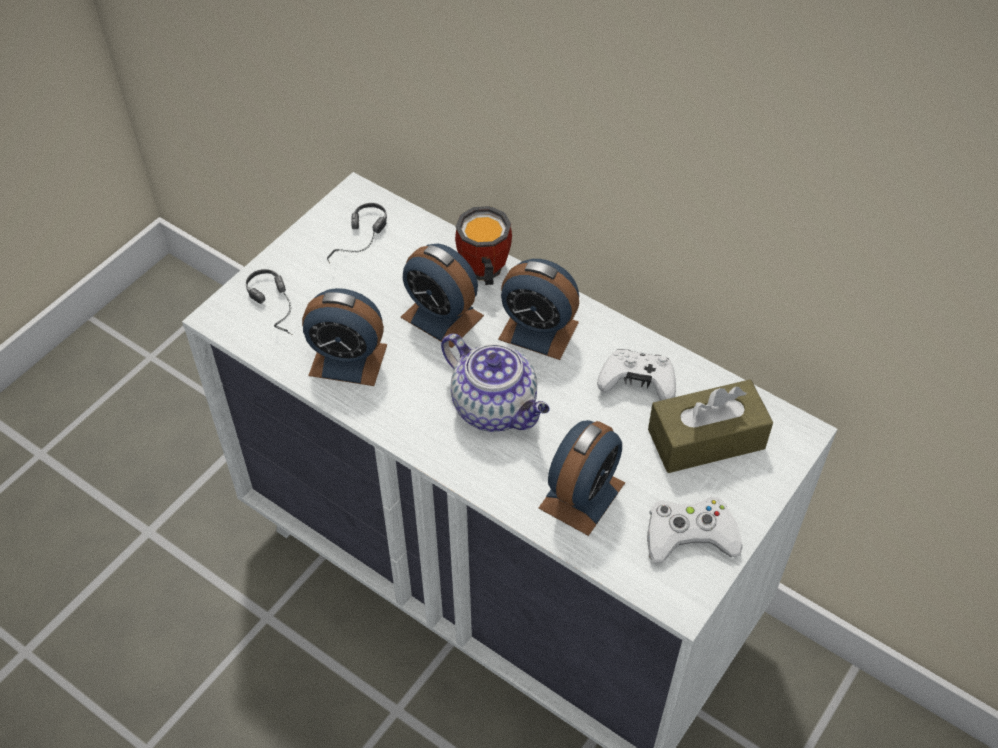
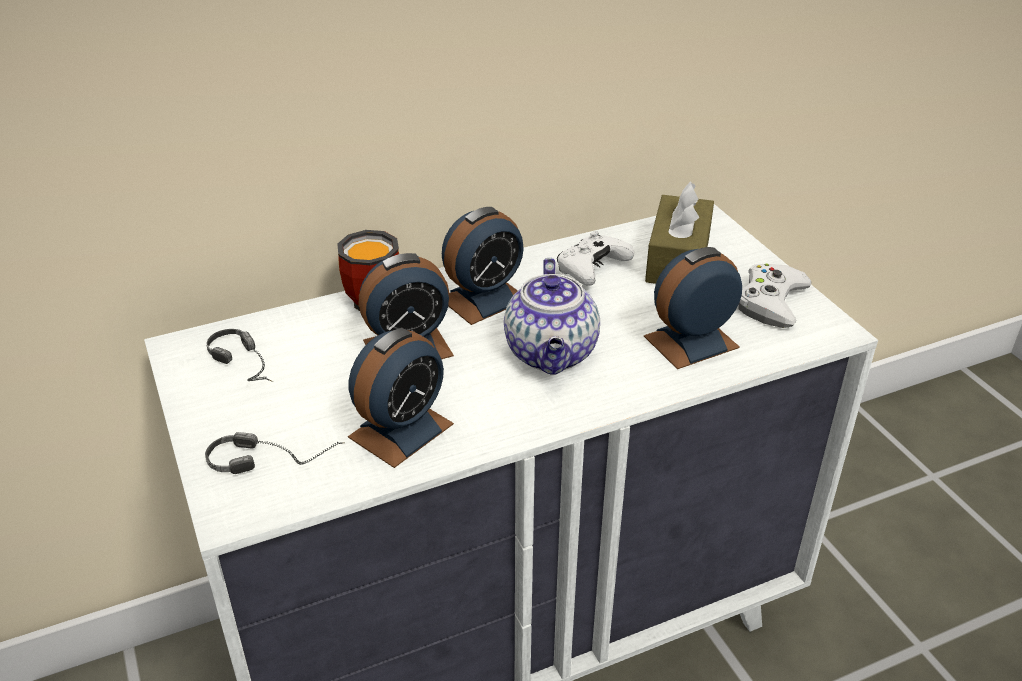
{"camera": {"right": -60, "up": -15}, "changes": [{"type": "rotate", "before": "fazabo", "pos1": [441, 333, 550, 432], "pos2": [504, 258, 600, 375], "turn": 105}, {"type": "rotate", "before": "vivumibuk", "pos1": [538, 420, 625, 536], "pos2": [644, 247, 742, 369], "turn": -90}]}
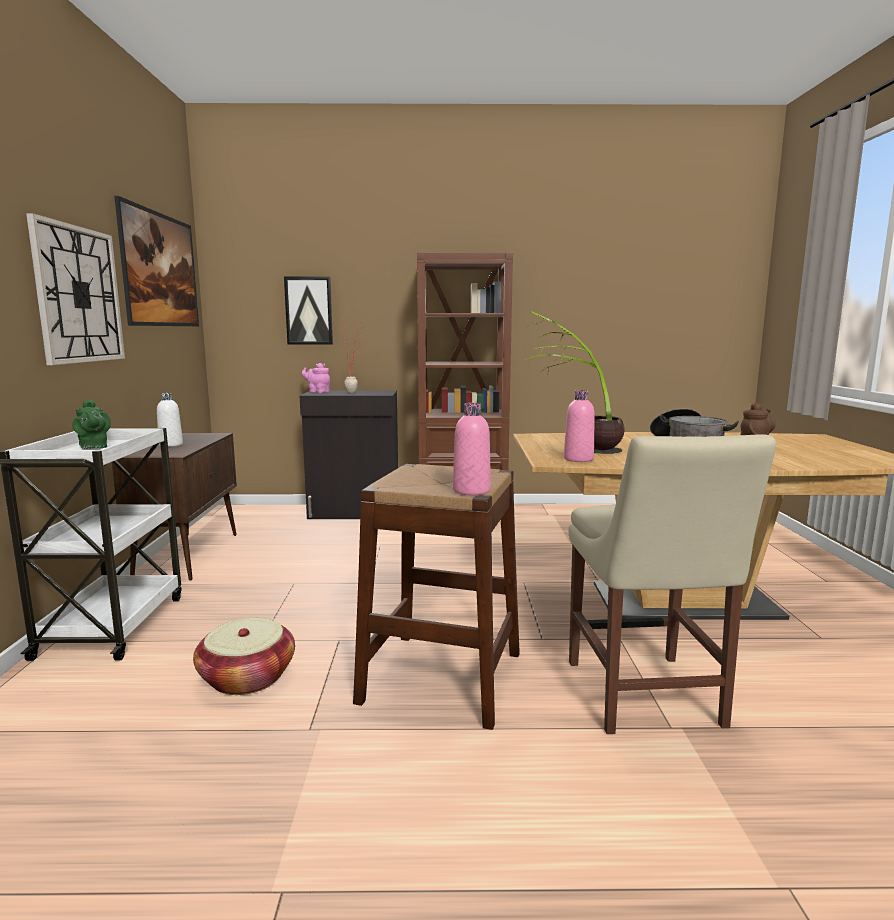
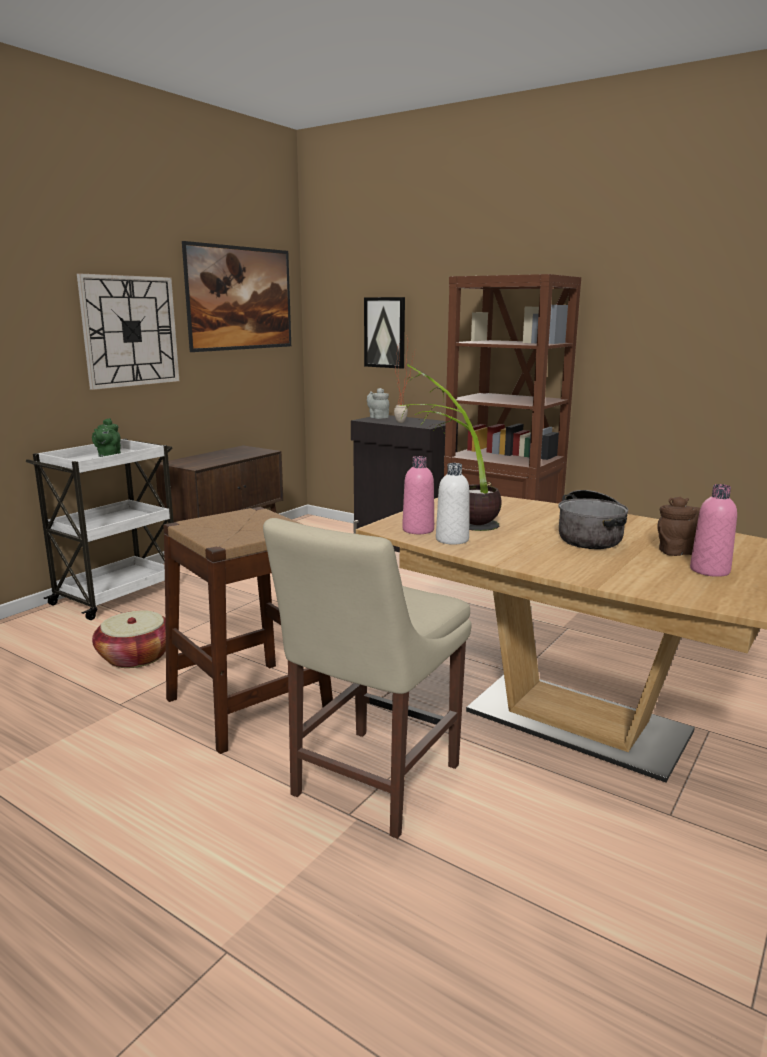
{"camera": {"right": 35, "up": 5}, "changes": [{"type": "move", "before": "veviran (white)", "pos1": [157, 393, 183, 447], "pos2": [436, 463, 469, 545]}, {"type": "recolor", "before": "fazabo (pink)", "after": "fazabo (grey)", "pos1": [302, 363, 330, 393], "pos2": [367, 388, 389, 419]}, {"type": "move", "before": "veviran (pink)", "pos1": [453, 403, 491, 495], "pos2": [690, 484, 737, 577]}]}
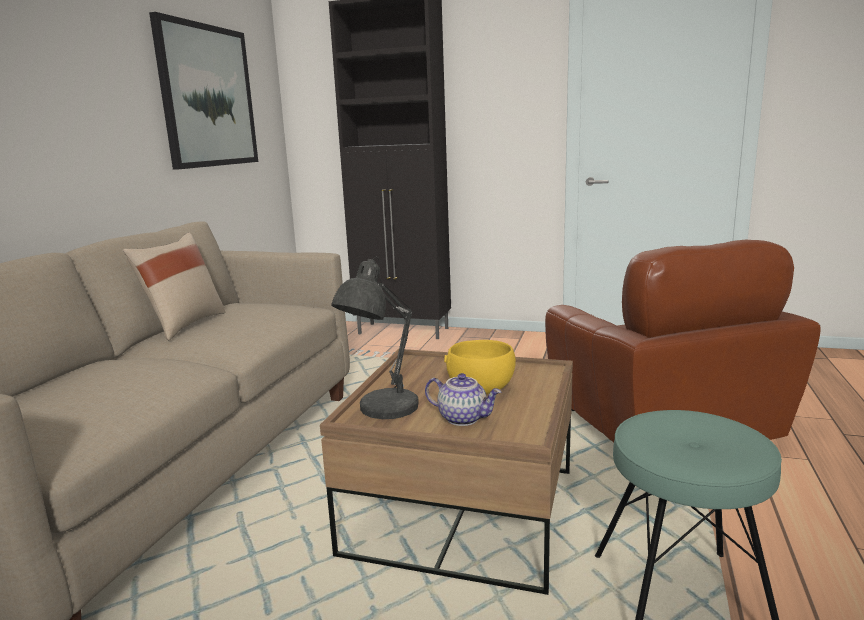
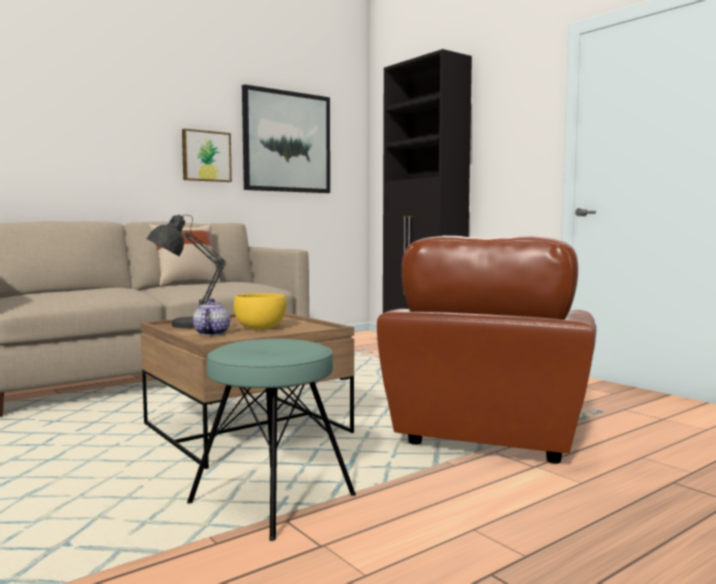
{"camera": {"right": 35, "up": -10}, "changes": [{"type": "rotate", "before": "fazabo", "pos1": [425, 373, 501, 426], "pos2": [193, 298, 230, 336], "turn": -150}, {"type": "insert", "after": "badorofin", "pos2": [182, 129, 232, 182]}]}
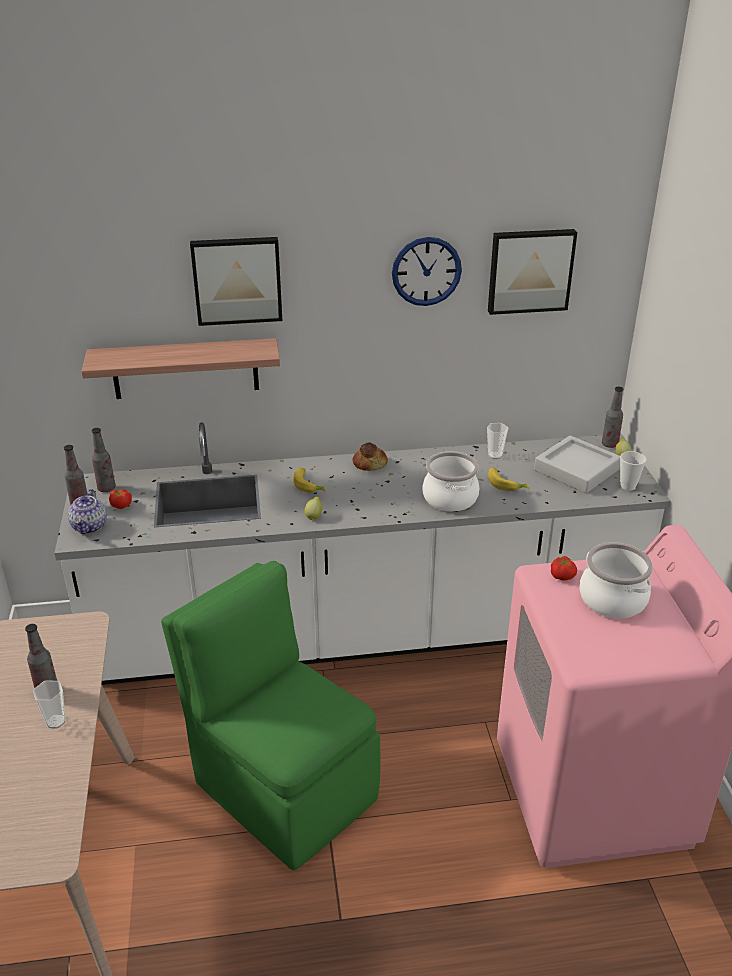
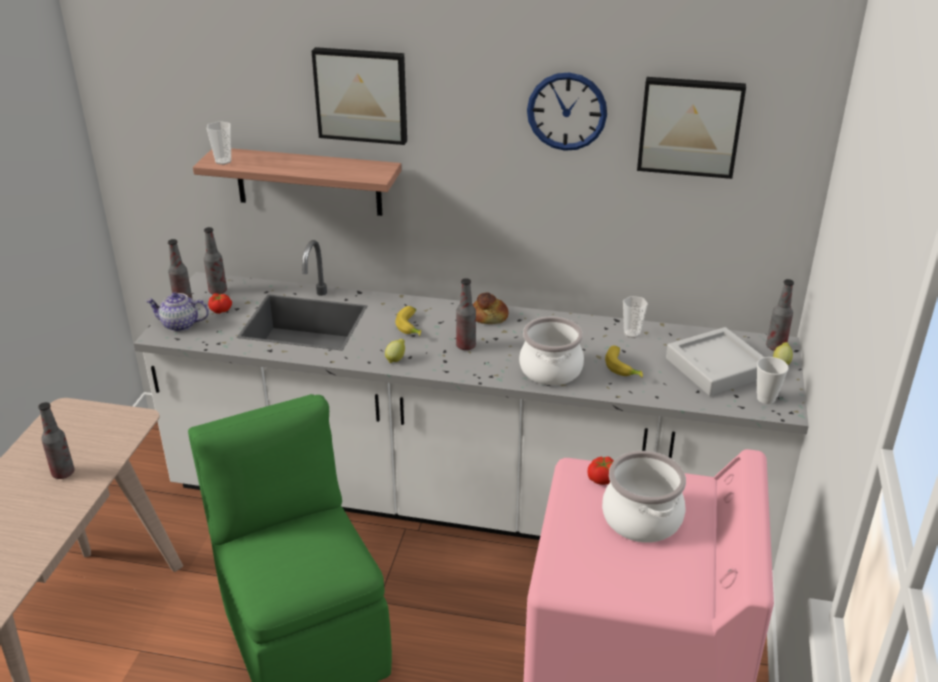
{"camera": {"right": 20, "up": 0}, "changes": [{"type": "move", "before": "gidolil", "pos1": [33, 680, 66, 729], "pos2": [207, 121, 231, 165]}, {"type": "rotate", "before": "fazabo", "pos1": [68, 489, 107, 534], "pos2": [146, 292, 209, 332], "turn": 75}, {"type": "insert", "after": "veviran", "pos2": [456, 278, 476, 350]}]}
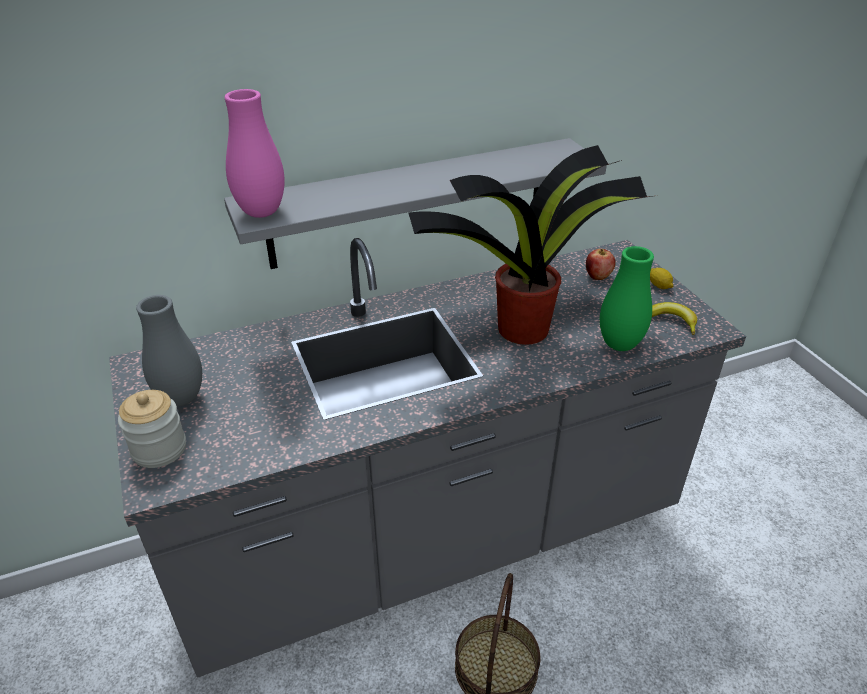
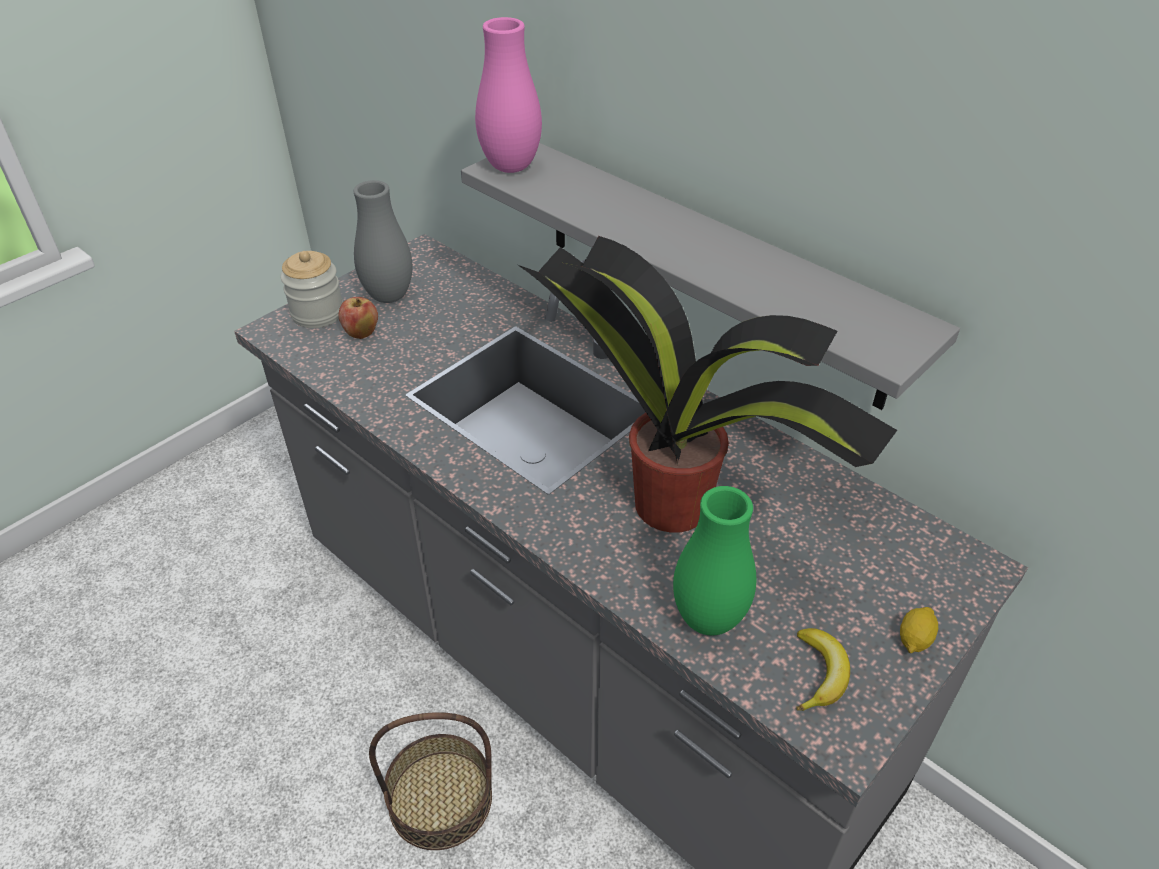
{"camera": {"right": 65, "up": 5}, "changes": [{"type": "move", "before": "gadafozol", "pos1": [586, 249, 616, 280], "pos2": [339, 297, 378, 339]}]}
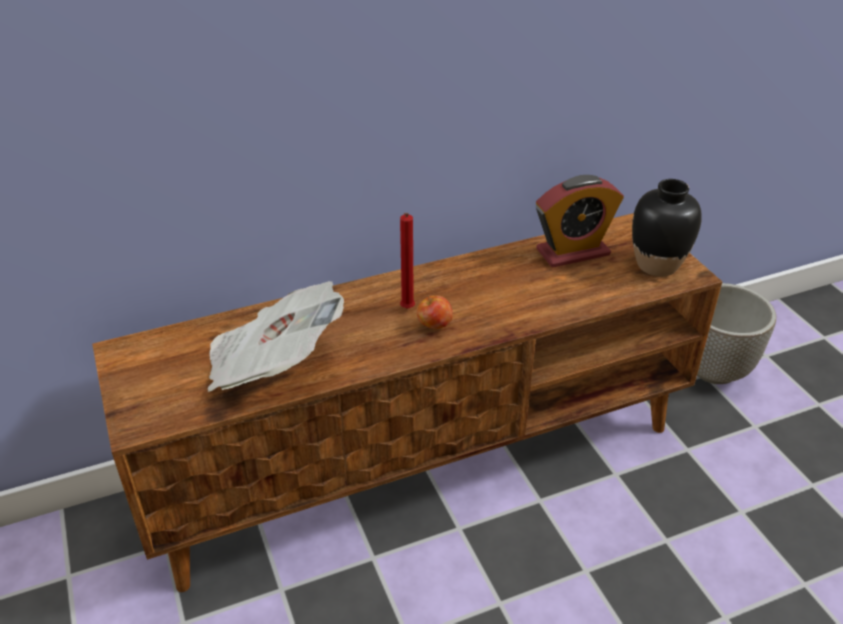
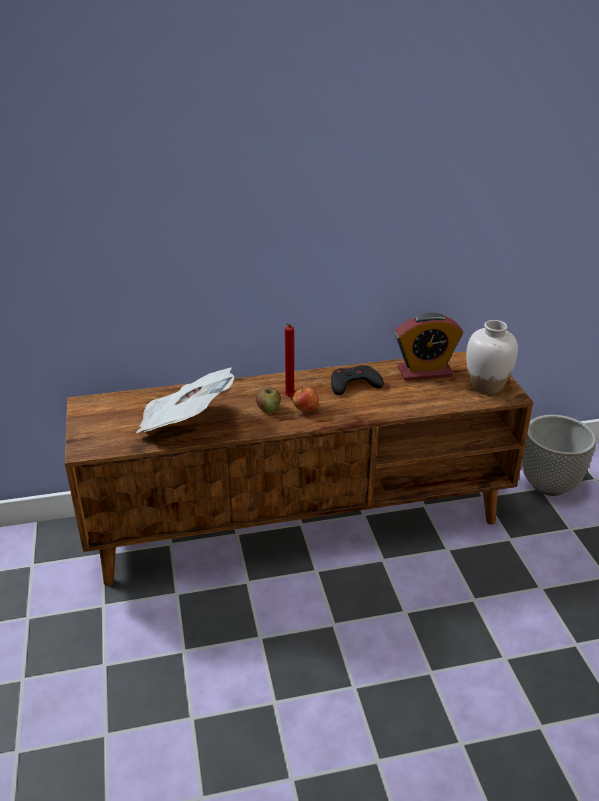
{"camera": {"right": 10, "up": -5}, "changes": [{"type": "recolor", "before": "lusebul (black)", "after": "lusebul (white)", "pos1": [632, 179, 702, 277], "pos2": [466, 320, 518, 394]}, {"type": "insert", "after": "gadafozol", "pos2": [256, 387, 281, 413]}, {"type": "insert", "after": "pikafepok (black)", "pos2": [331, 365, 384, 395]}]}
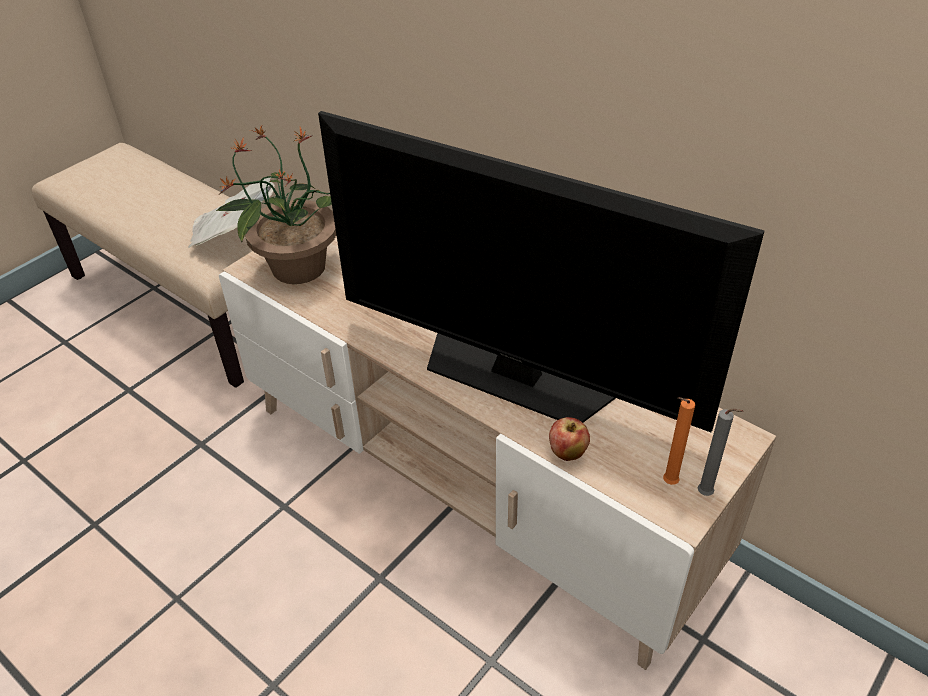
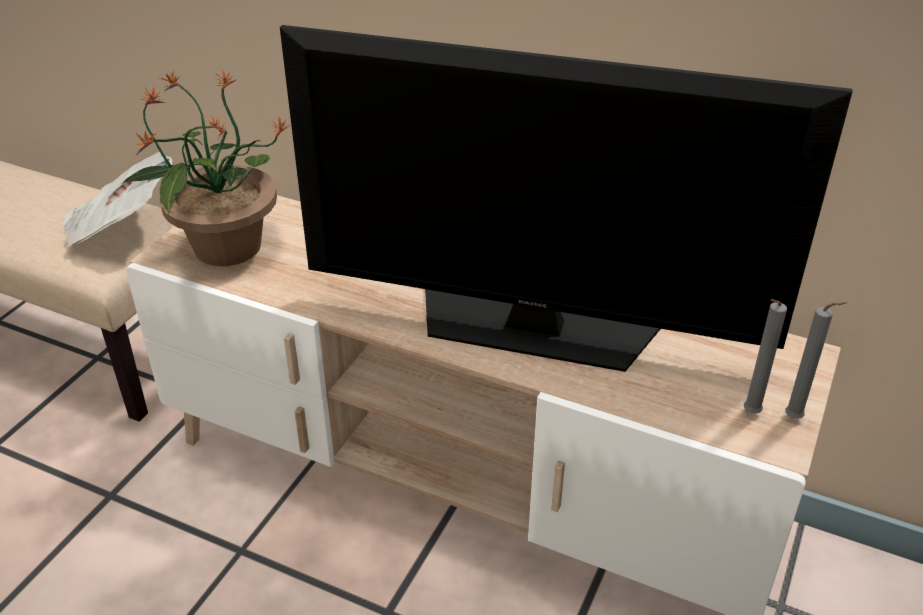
{"camera": {"right": -15, "up": -5}, "changes": [{"type": "delete", "before": "gadafozol", "pos1": [549, 417, 590, 461]}, {"type": "recolor", "before": "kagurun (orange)", "after": "kagurun (grey)", "pos1": [663, 397, 695, 485], "pos2": [744, 299, 787, 414]}]}
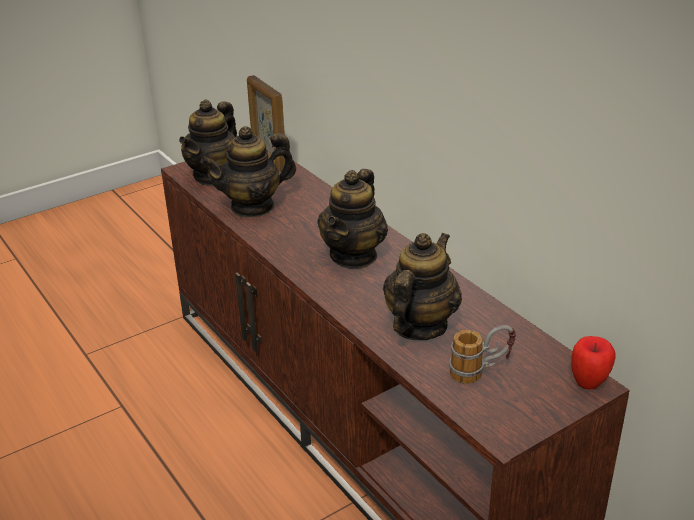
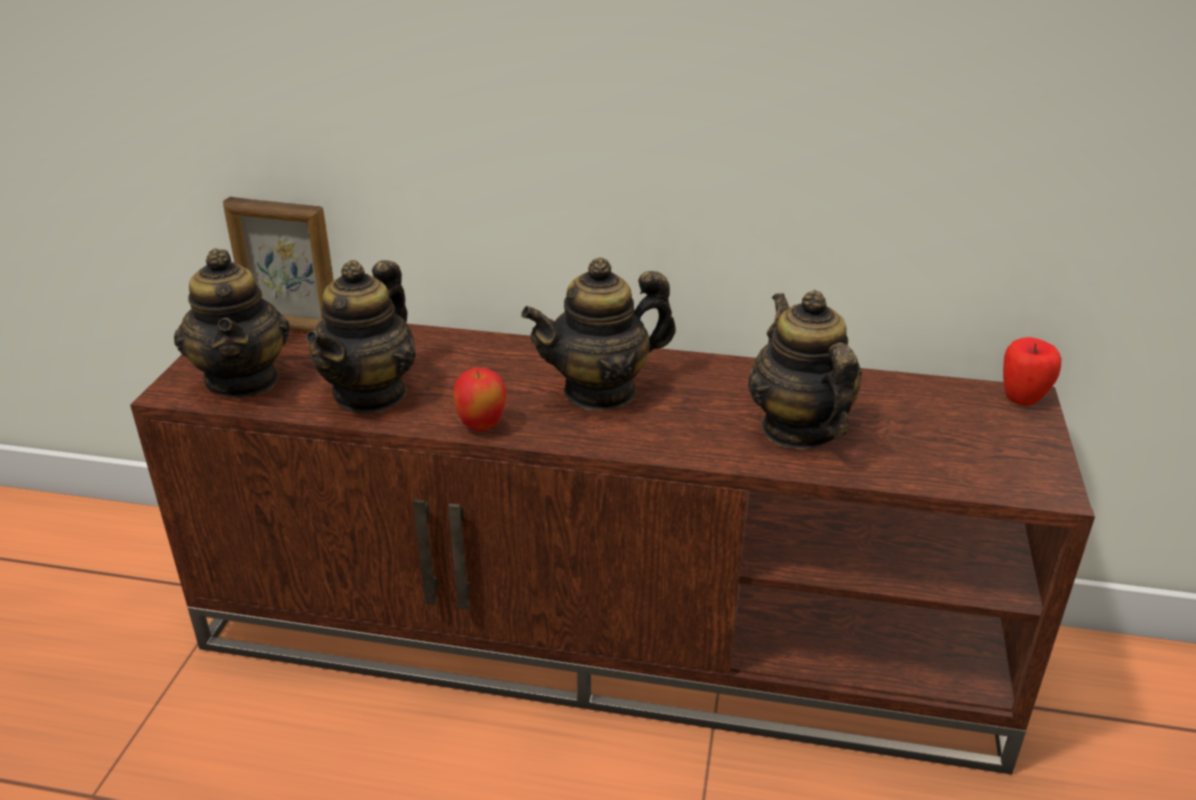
{"camera": {"right": -45, "up": 0}, "changes": [{"type": "rotate", "before": "fazabo", "pos1": [317, 169, 388, 269], "pos2": [521, 258, 676, 410], "turn": 90}, {"type": "delete", "before": "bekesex", "pos1": [449, 325, 516, 384]}, {"type": "insert", "after": "gadafozol", "pos2": [453, 368, 507, 431]}]}
